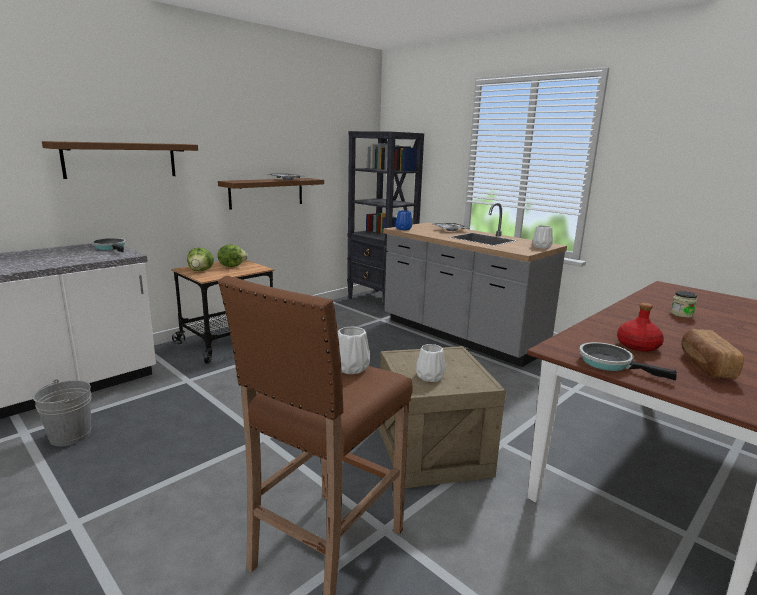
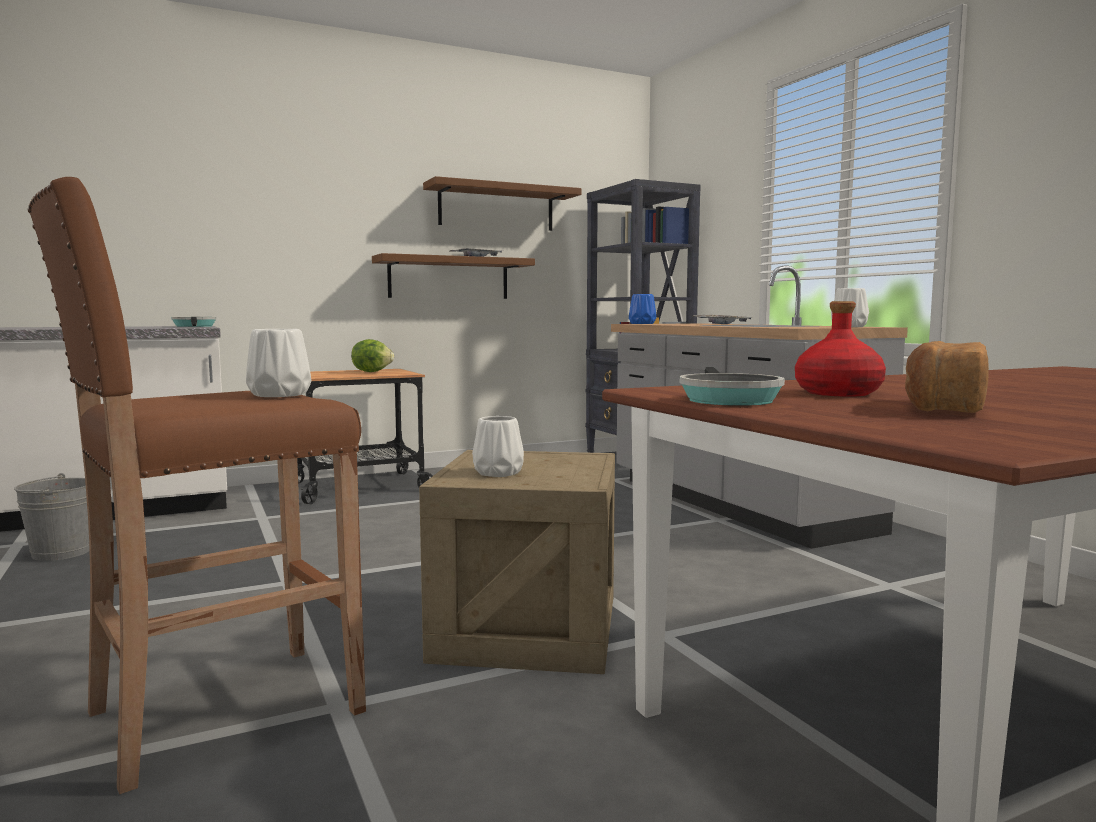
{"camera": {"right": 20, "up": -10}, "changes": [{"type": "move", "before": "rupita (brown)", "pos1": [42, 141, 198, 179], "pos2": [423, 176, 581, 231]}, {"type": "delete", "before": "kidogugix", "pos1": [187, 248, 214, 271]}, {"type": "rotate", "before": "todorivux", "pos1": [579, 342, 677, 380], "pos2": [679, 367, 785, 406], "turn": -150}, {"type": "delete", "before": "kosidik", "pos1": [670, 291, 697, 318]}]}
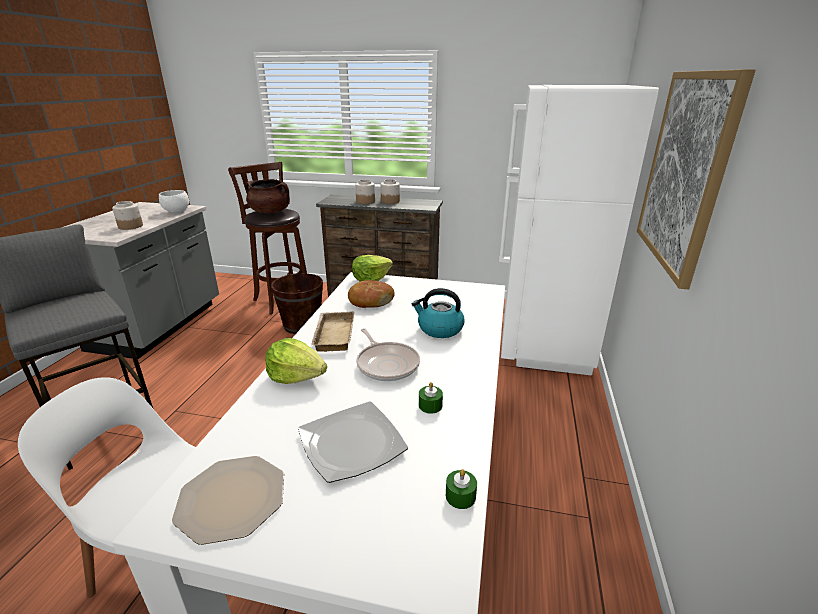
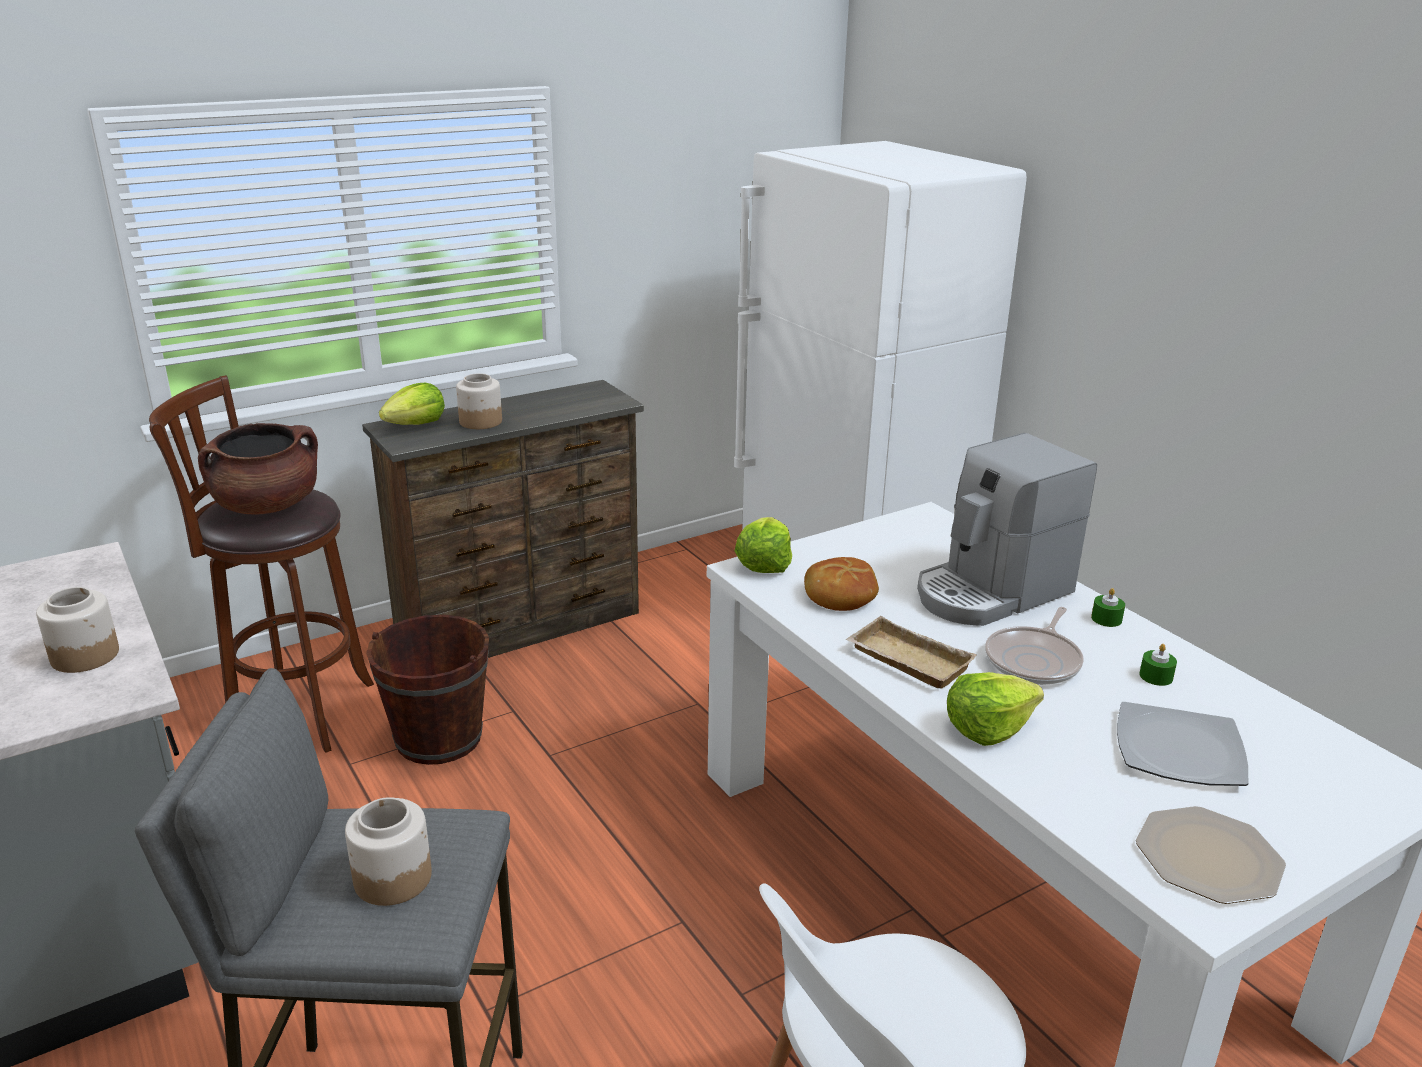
{"camera": {"right": -45, "up": 0}, "changes": [{"type": "delete", "before": "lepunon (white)", "pos1": [159, 190, 189, 213]}, {"type": "rotate", "before": "todorivux", "pos1": [356, 328, 420, 381], "pos2": [985, 607, 1084, 685], "turn": 105}, {"type": "move", "before": "kosidik", "pos1": [381, 179, 400, 204], "pos2": [345, 797, 432, 906]}, {"type": "replace", "before": "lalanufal", "after": "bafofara", "pos1": [412, 288, 465, 338], "pos2": [917, 433, 1097, 626]}, {"type": "move", "before": "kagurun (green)", "pos1": [446, 469, 477, 509], "pos2": [1091, 588, 1125, 627]}, {"type": "delete", "before": "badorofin", "pos1": [637, 69, 756, 289]}, {"type": "insert", "after": "kidogugix", "pos2": [379, 383, 445, 425]}]}
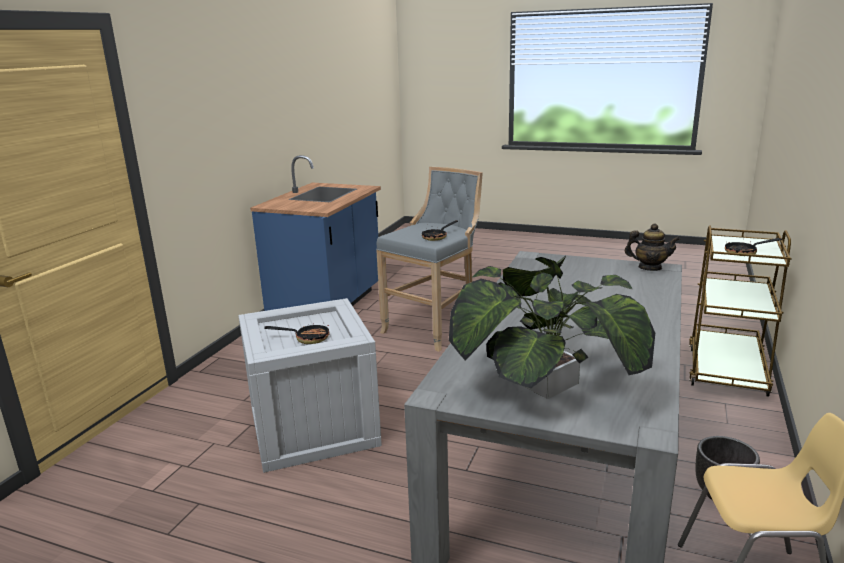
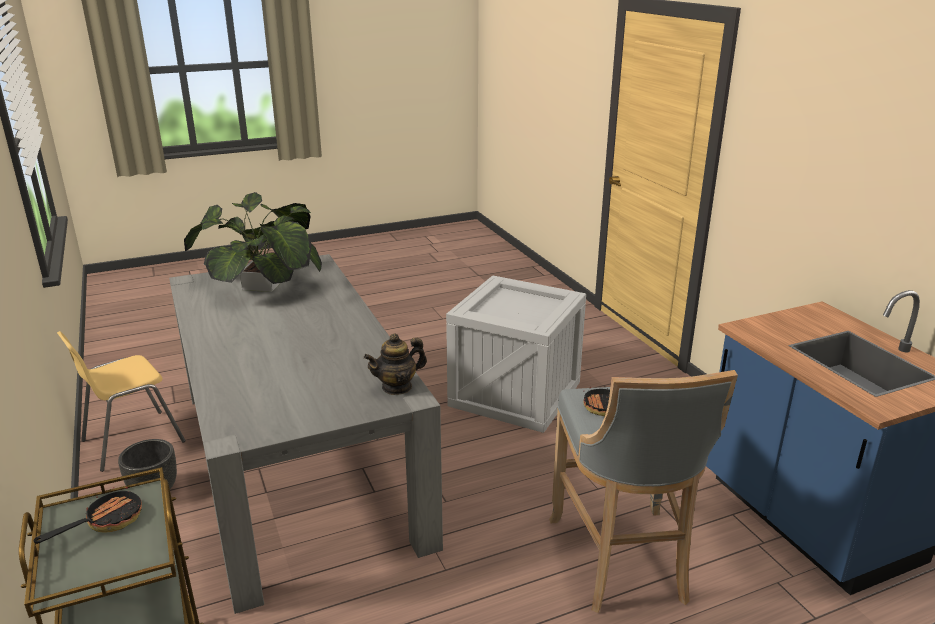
{"camera": {"right": 135, "up": 5}, "changes": [{"type": "delete", "before": "todorivux", "pos1": [264, 322, 330, 344]}, {"type": "move", "before": "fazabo", "pos1": [625, 223, 680, 271], "pos2": [364, 333, 427, 395]}]}
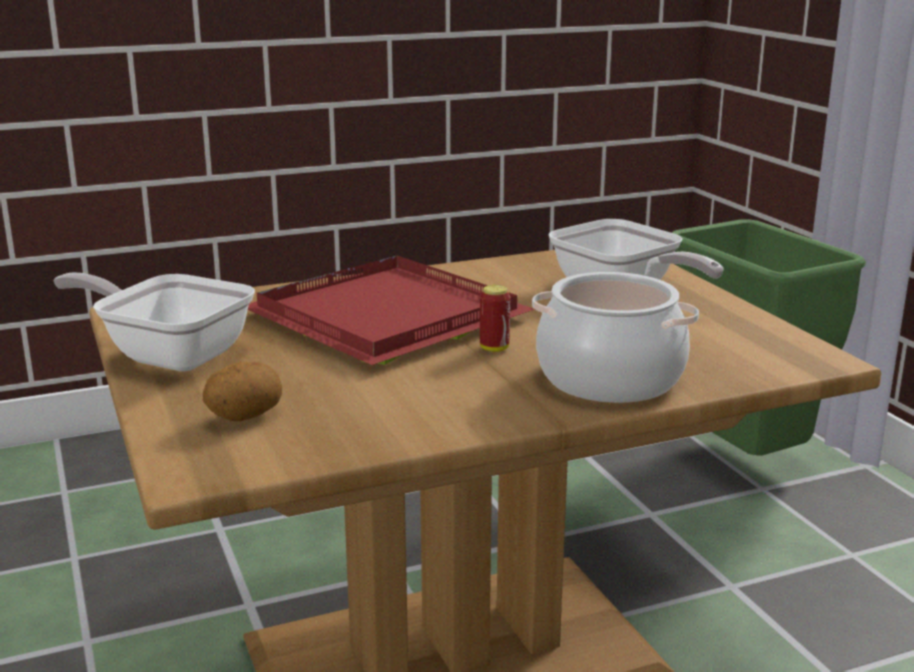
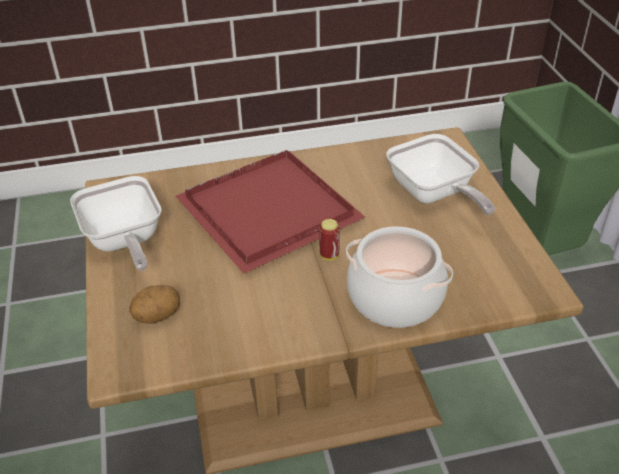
{"camera": {"right": 10, "up": 20}, "changes": [{"type": "rotate", "before": "todorivux", "pos1": [53, 272, 255, 372], "pos2": [70, 176, 161, 271], "turn": -150}]}
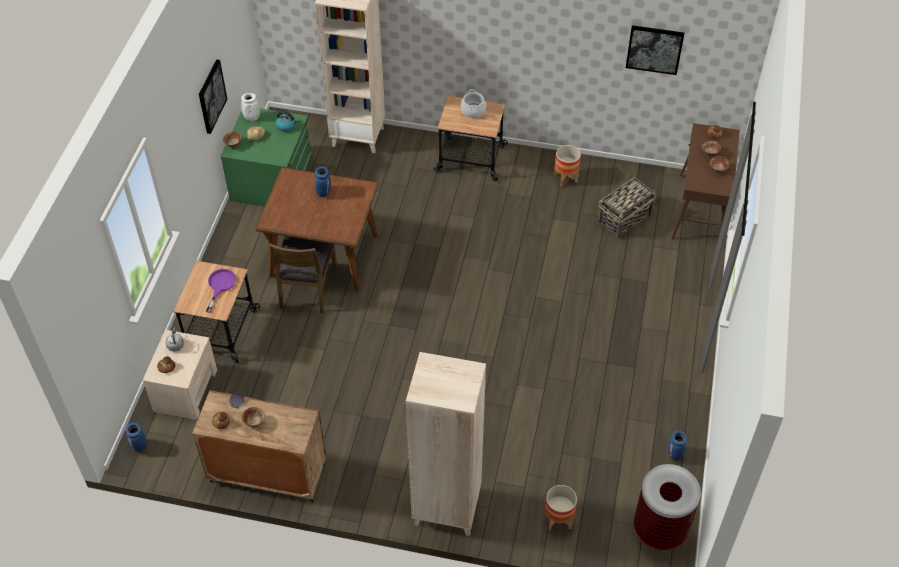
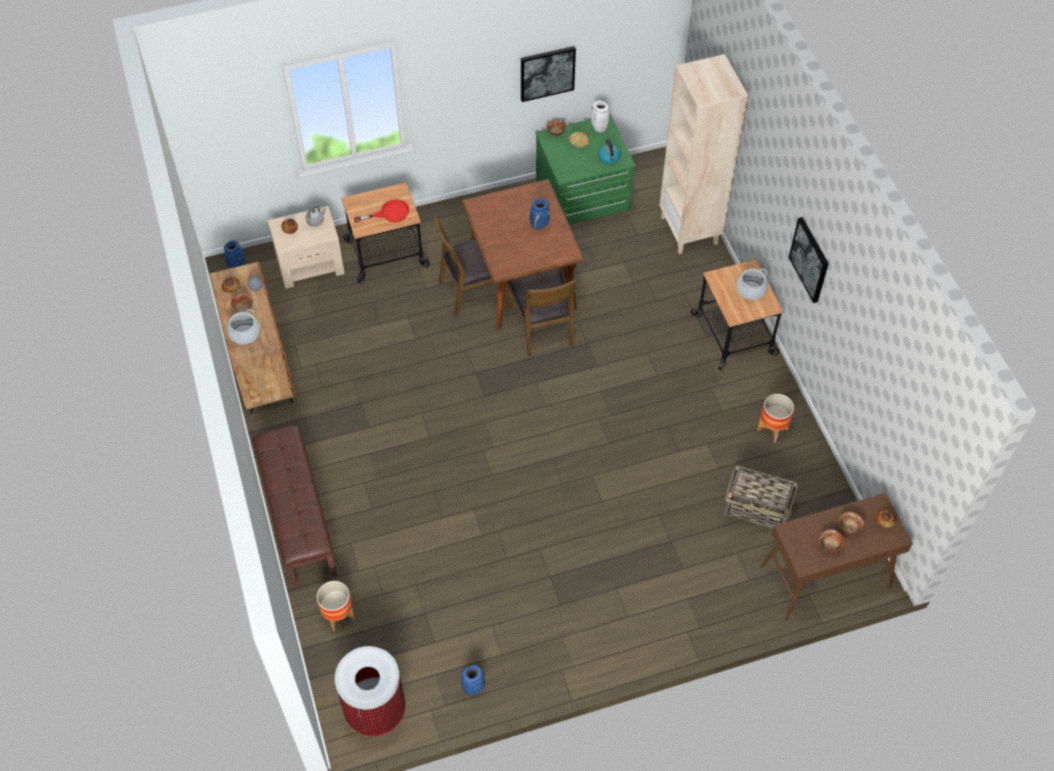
{"camera": {"right": 60, "up": 5}, "changes": [{"type": "recolor", "before": "todorivux (purple)", "after": "todorivux (red)", "pos1": [206, 269, 236, 313], "pos2": [354, 199, 410, 223]}, {"type": "replace", "before": "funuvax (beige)", "after": "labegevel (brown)", "pos1": [406, 352, 486, 536], "pos2": [252, 425, 337, 588]}, {"type": "move", "before": "badorofin", "pos1": [626, 25, 684, 75], "pos2": [789, 217, 829, 303]}, {"type": "insert", "after": "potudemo", "pos2": [228, 309, 260, 344]}, {"type": "insert", "after": "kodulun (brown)", "pos2": [507, 269, 576, 356]}]}
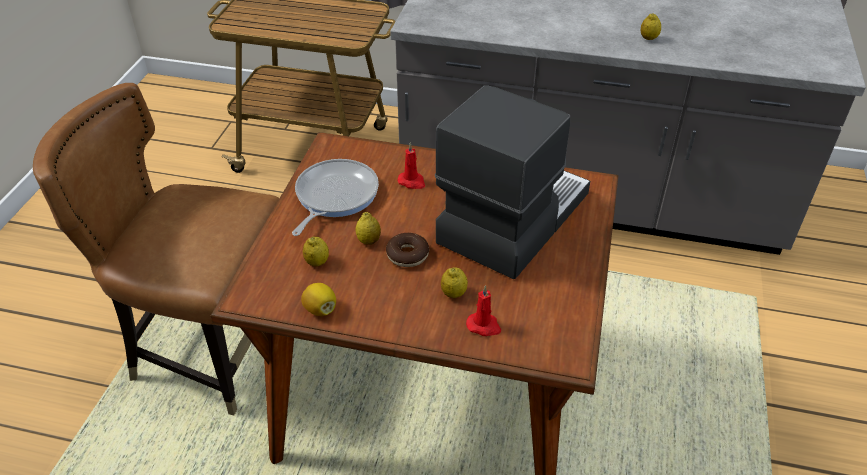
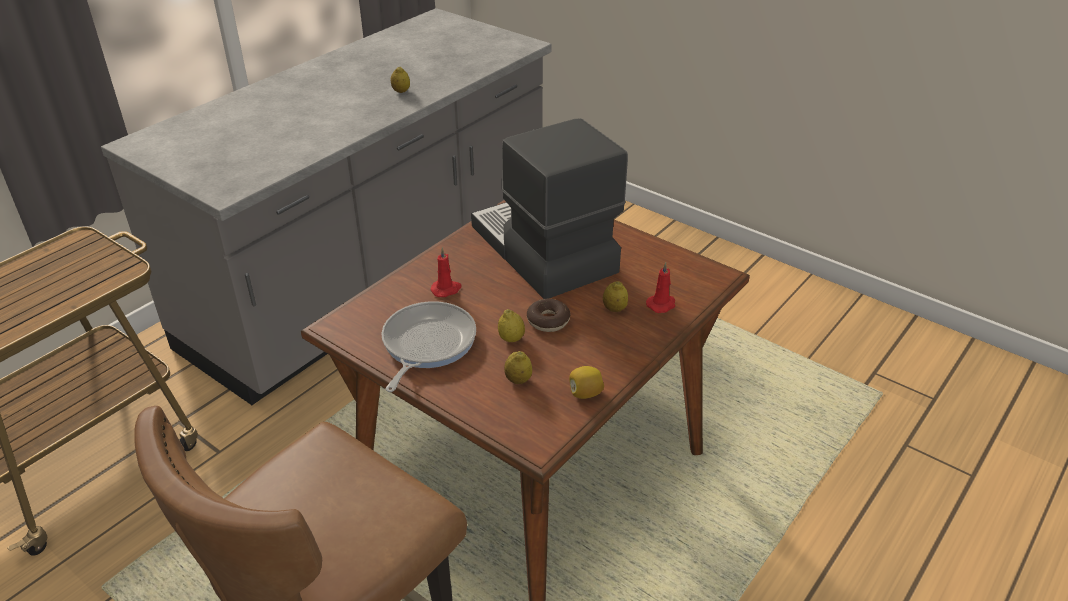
{"camera": {"right": -65, "up": -5}, "changes": [{"type": "rotate", "before": "todorivux", "pos1": [292, 159, 379, 236], "pos2": [382, 301, 476, 392], "turn": 60}]}
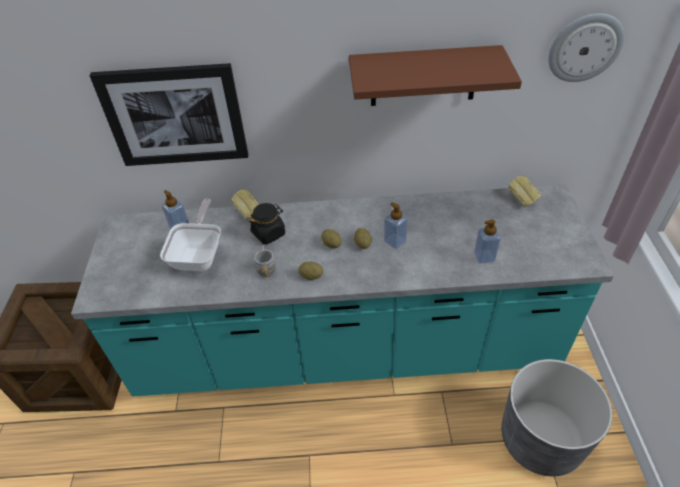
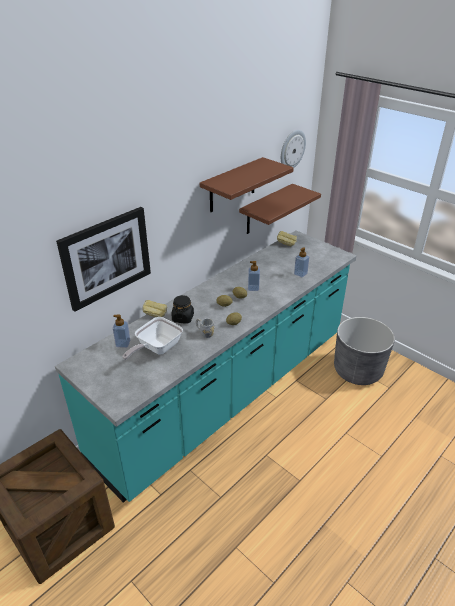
{"camera": {"right": -45, "up": -10}, "changes": [{"type": "rotate", "before": "todorivux", "pos1": [160, 199, 221, 271], "pos2": [122, 317, 183, 360], "turn": -105}, {"type": "insert", "after": "rupita (brown)", "pos2": [239, 184, 321, 234]}]}
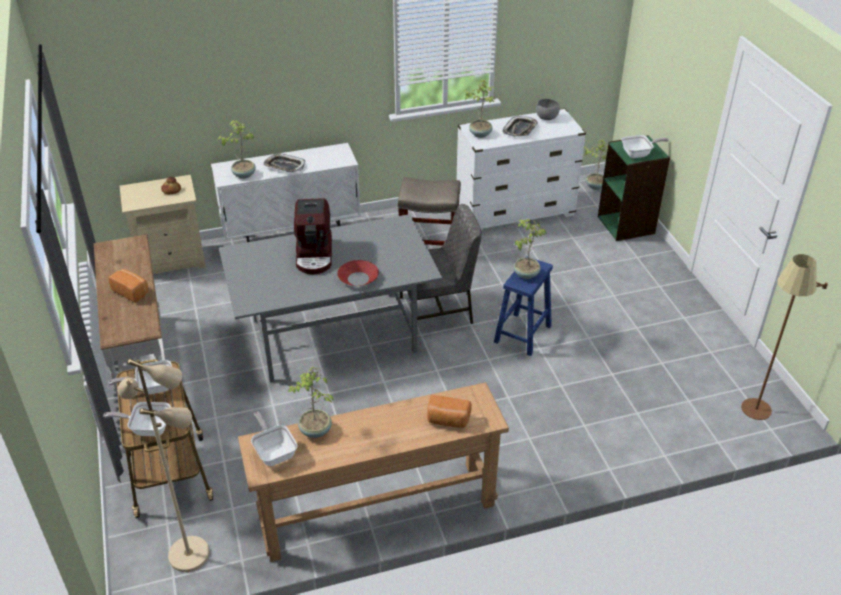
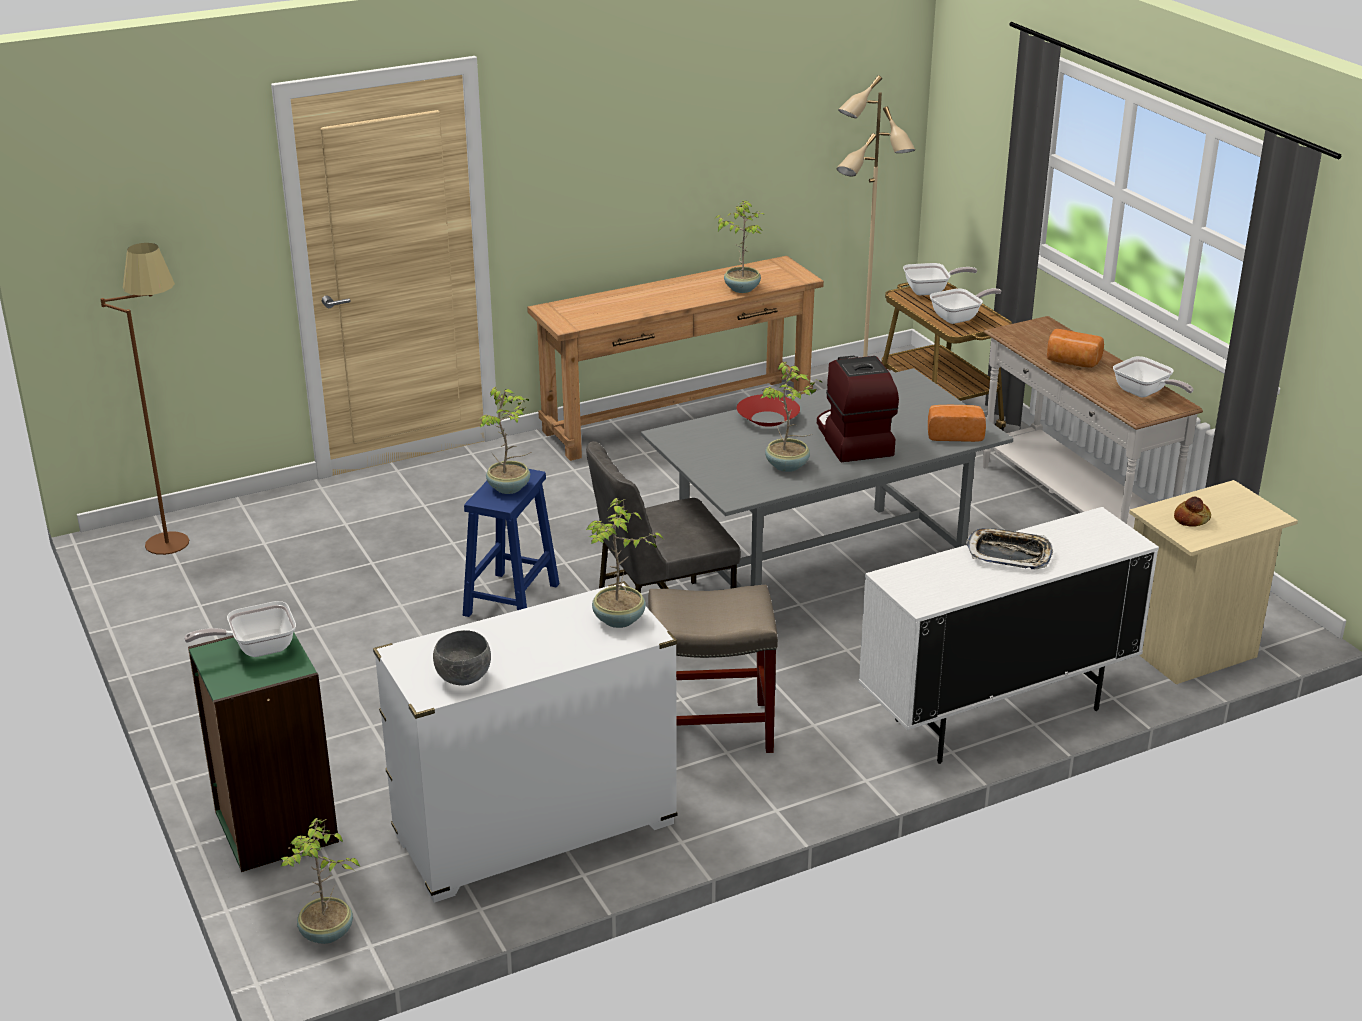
{"camera": {"right": 170, "up": -10}, "changes": [{"type": "move", "before": "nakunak", "pos1": [218, 120, 256, 179], "pos2": [761, 362, 822, 472]}, {"type": "move", "before": "todorivux", "pos1": [251, 412, 298, 466], "pos2": [1113, 356, 1194, 397]}, {"type": "move", "before": "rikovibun", "pos1": [427, 395, 472, 428], "pos2": [928, 404, 986, 442]}, {"type": "delete", "before": "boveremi", "pos1": [503, 116, 538, 137]}]}
